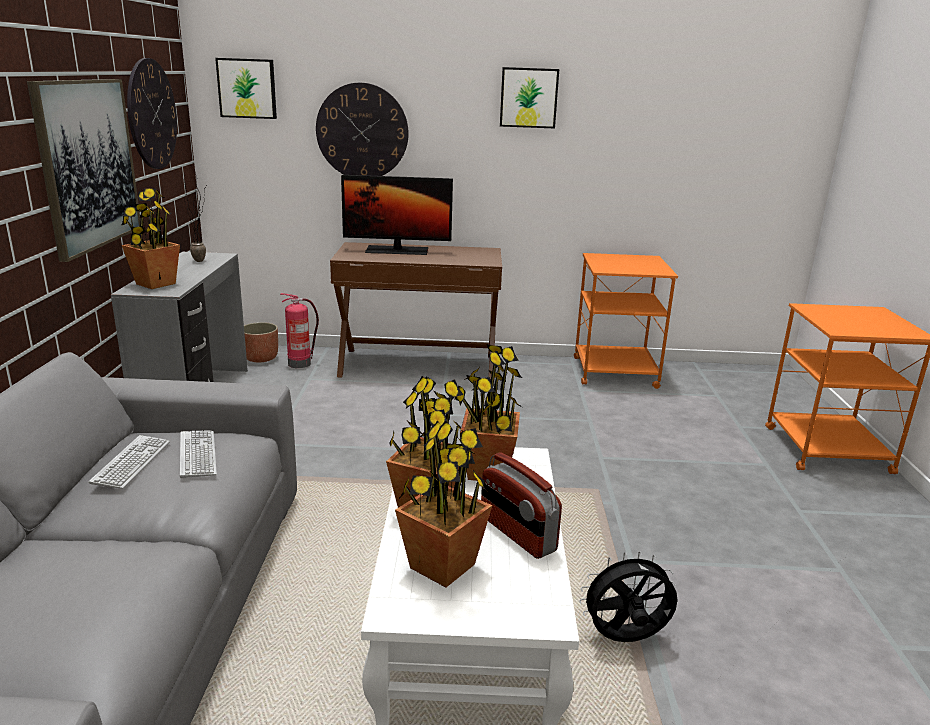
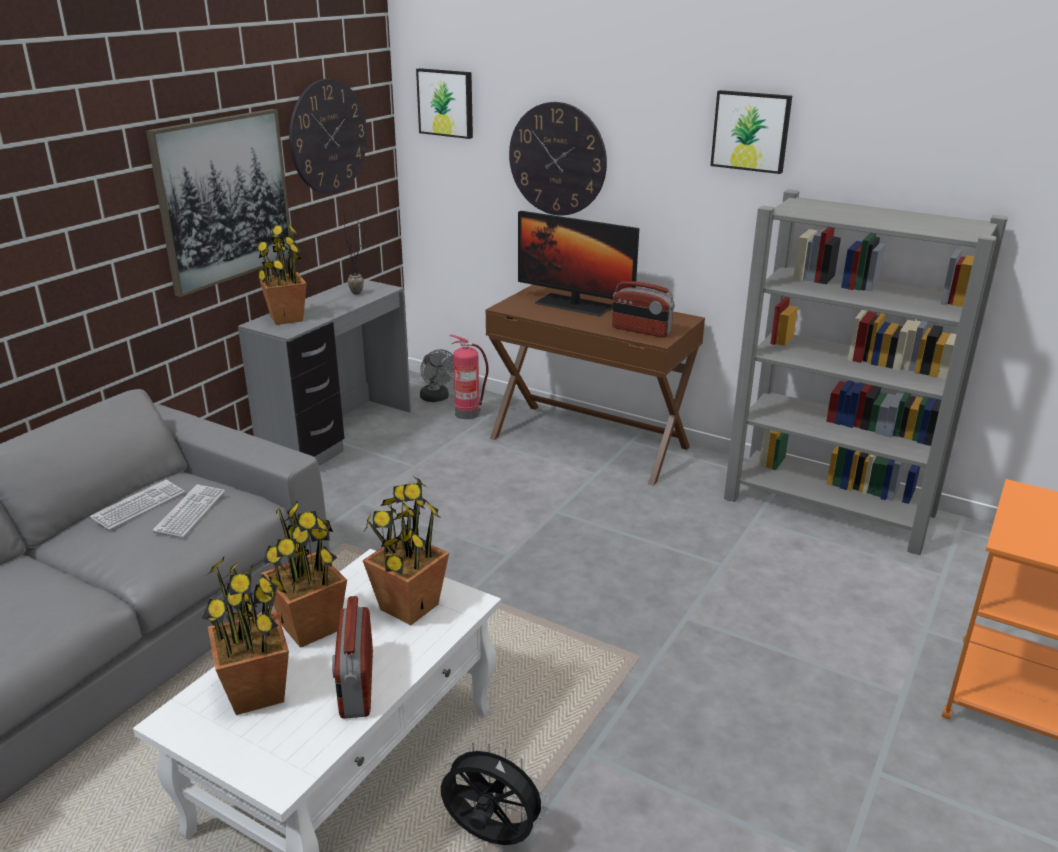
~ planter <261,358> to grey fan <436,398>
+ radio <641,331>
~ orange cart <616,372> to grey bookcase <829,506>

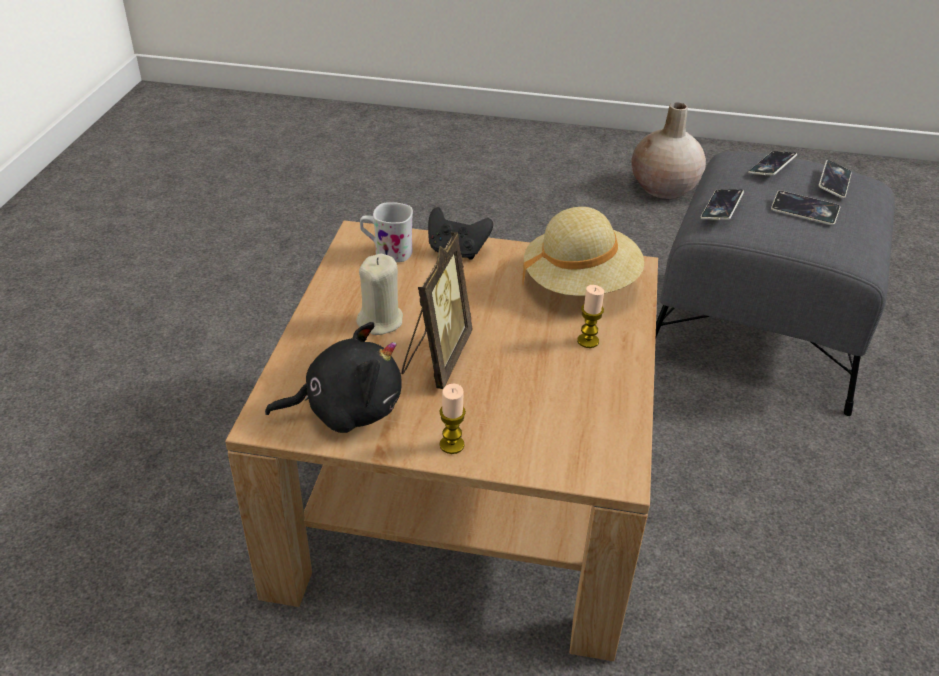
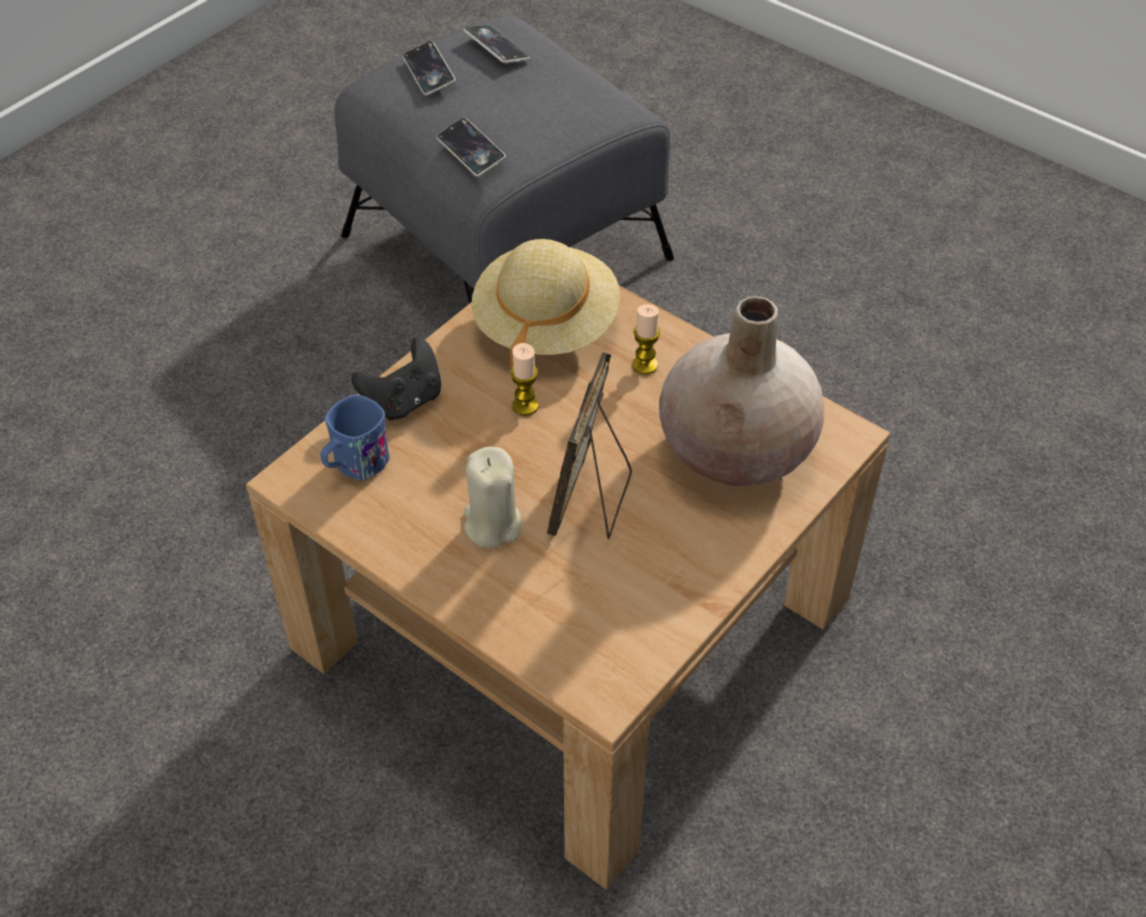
~ white mug <387,251> to blue mug <355,466>
~ candle <452,445> to <525,406>
~ picture frame <435,358> = <592,500> 120 degrees counterclockwise
~ beige vase <663,188> to <737,451>
- black plush toy <346,409>
- phone <804,211>

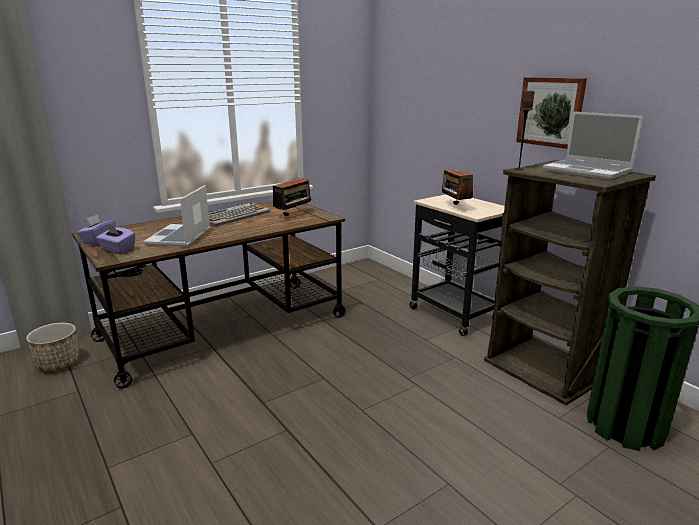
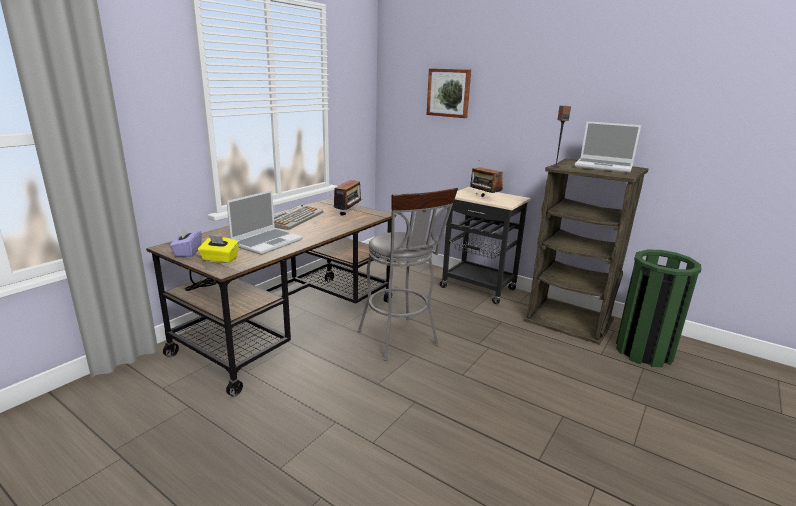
~ purple tissue box <117,250> to yellow tissue box <220,259>
~ laptop <179,237> = <267,242> 135 degrees counterclockwise
+ grey stool <401,341>
~ picture <551,112> to <449,93>
- planter <58,364>

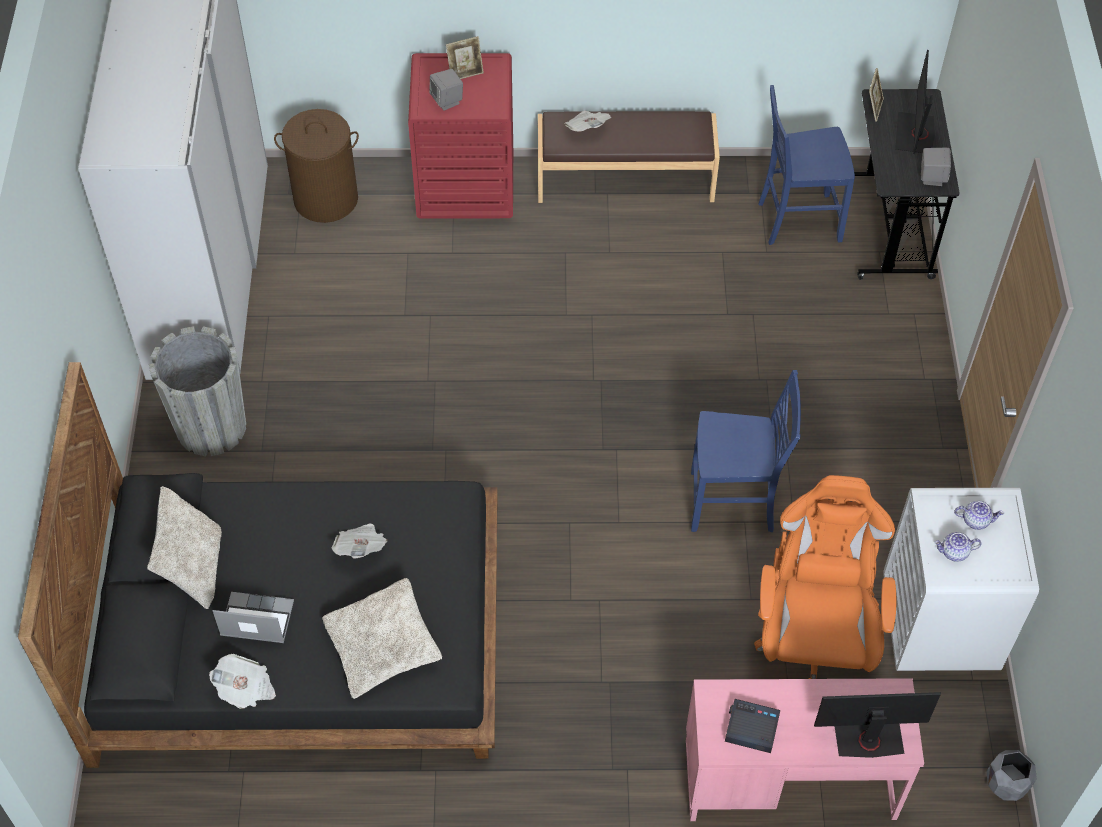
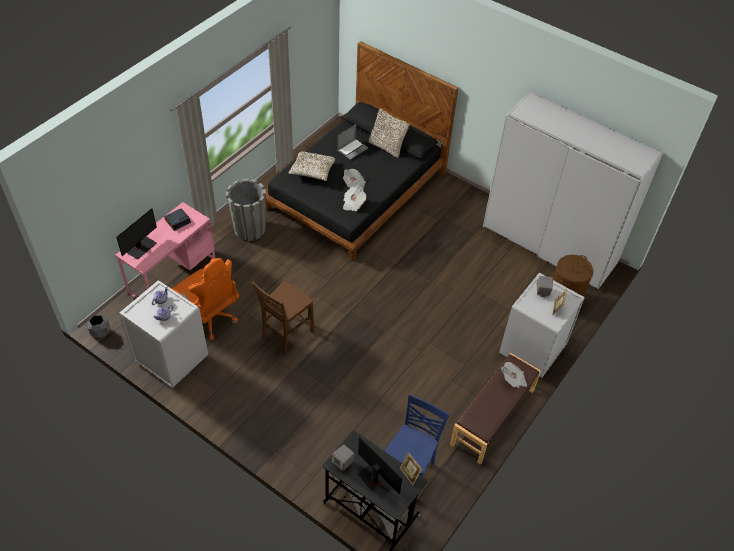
~ grey planter <211,427> to <249,229>
~ blue chair <734,504> to brown chair <286,335>
~ newspaper <246,689> to <353,204>
~ red dresser <467,190> to grey dresser <532,351>

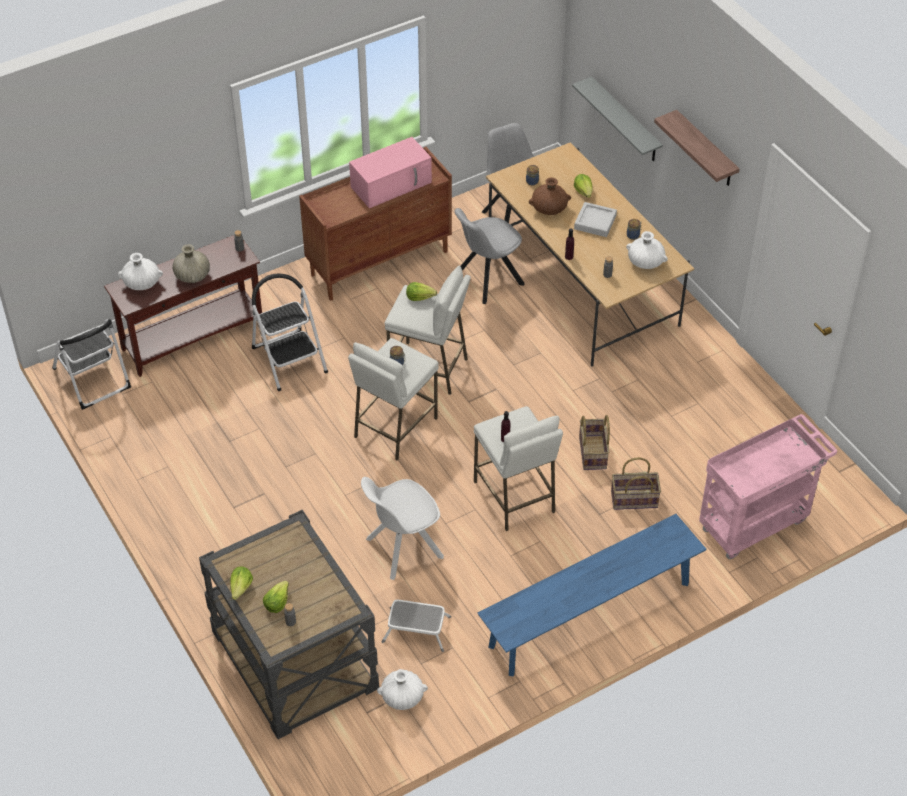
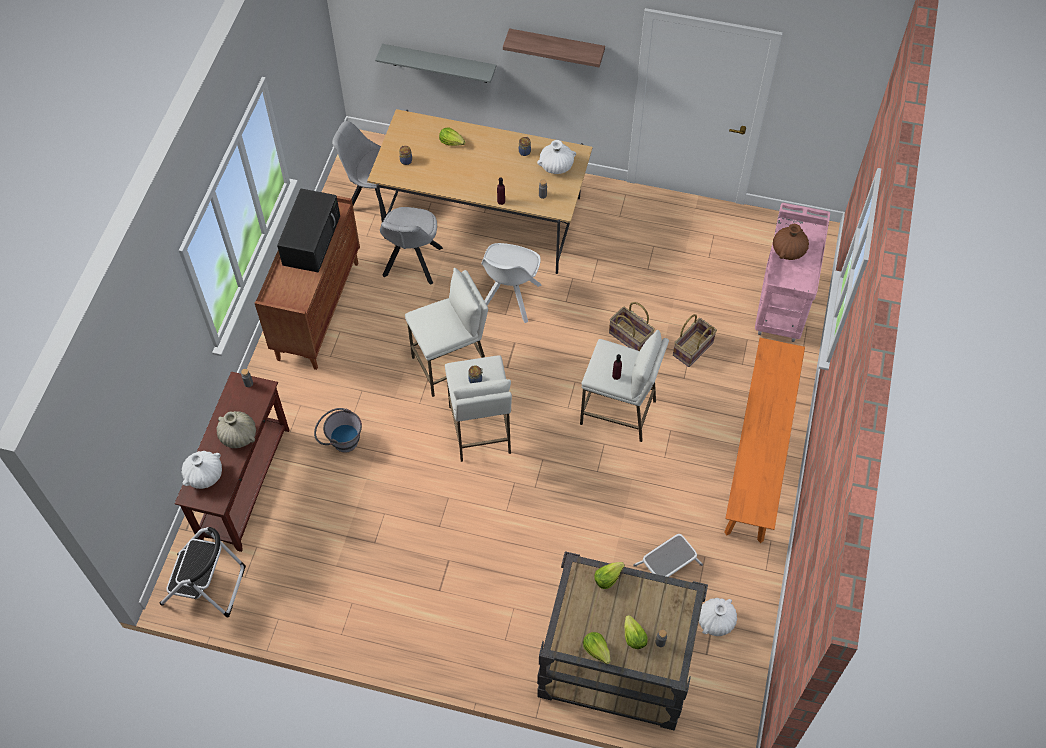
~ pink microwave <392,184> to black microwave <311,239>
~ step ladder <288,358> to grey bucket <340,440>
~ white chair <403,548> to <509,298>
~ lettuce <420,297> to <608,577>
~ blue bench <590,615> to orange bench <758,454>
~ brown vase <549,208> to <788,251>
- grey tray <595,222>

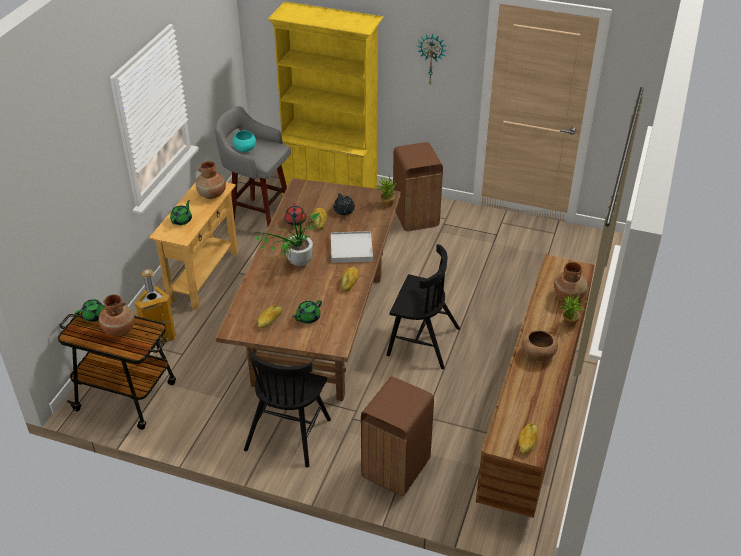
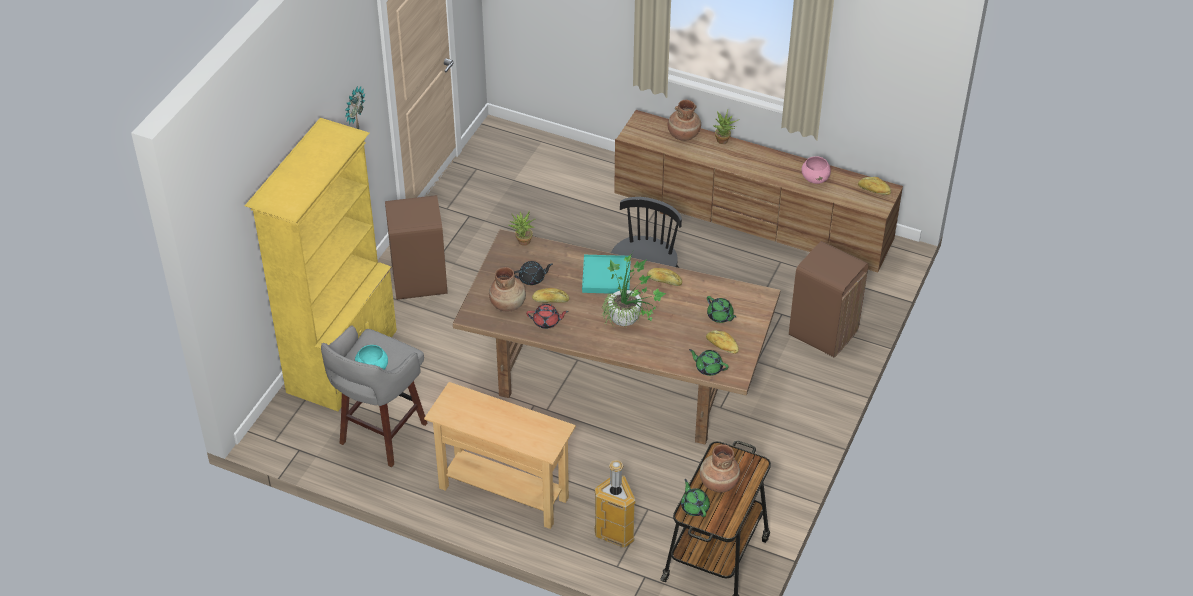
~ brown vase <212,195> to <508,304>
~ white tray <351,249> to turquoise tray <606,276>
~ green teapot <182,220> to <708,368>
+ pink bowl <815,178>
- black chair <289,430>
- brown bowl <538,353>

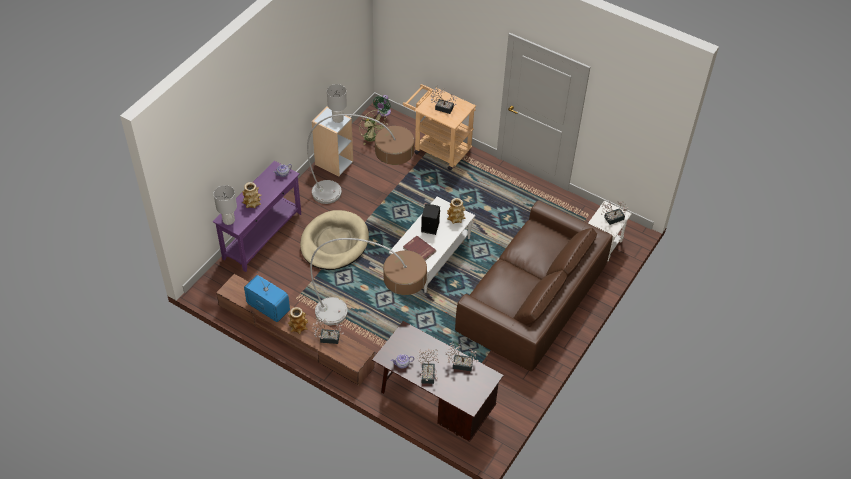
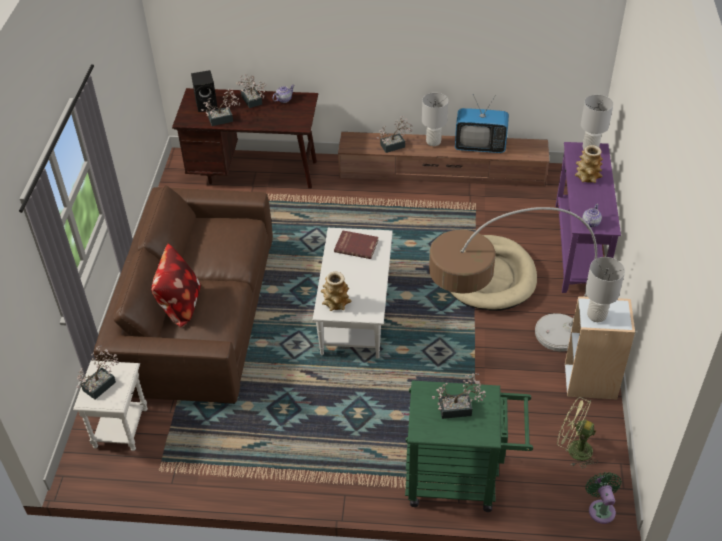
+ pillow <179,305>
~ black speaker <429,227> to <207,104>
~ beige cart <438,149> to green cart <460,480>
~ vase <298,327> to grey table lamp <433,143>
- floor lamp <374,322>

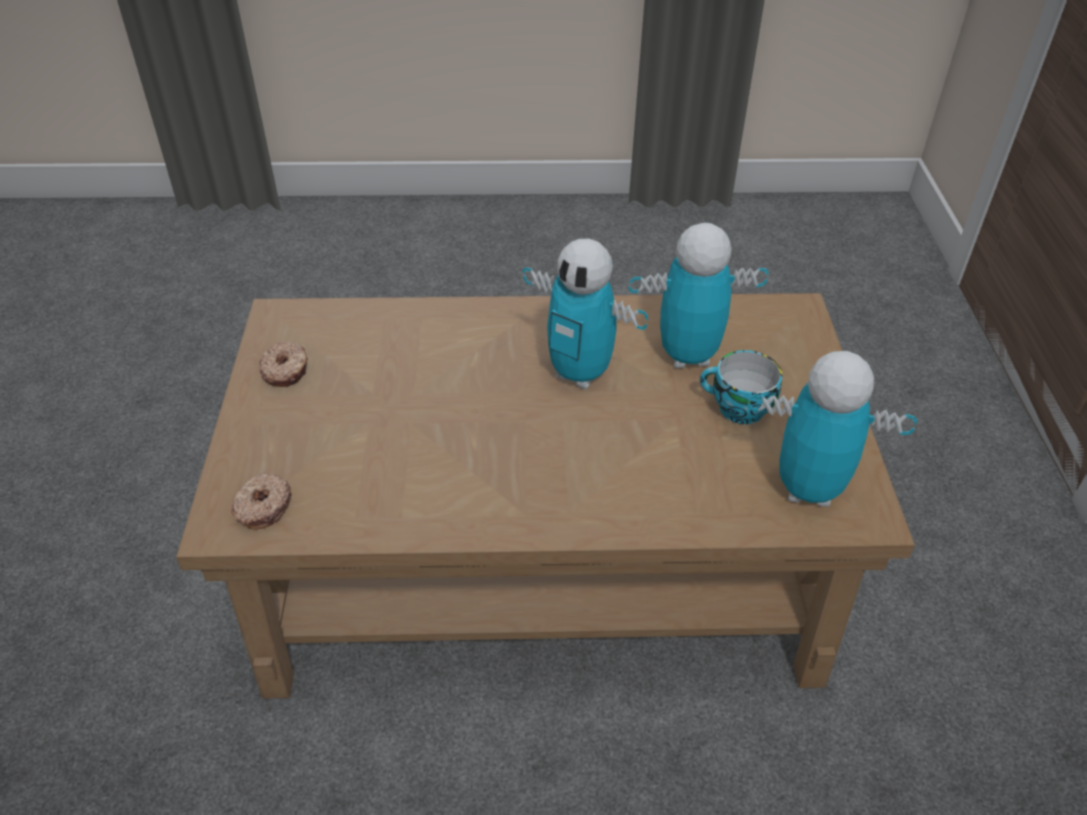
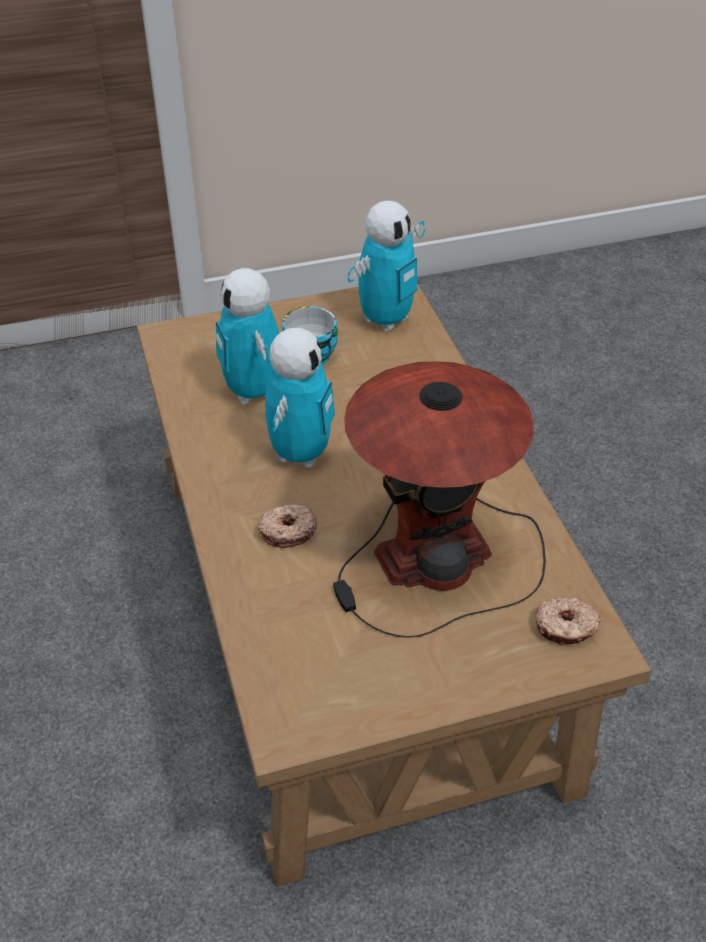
~ donut <286,370> to <287,531>
+ table lamp <437,554>
~ toy robot <808,490> = <385,320> 135 degrees counterclockwise

